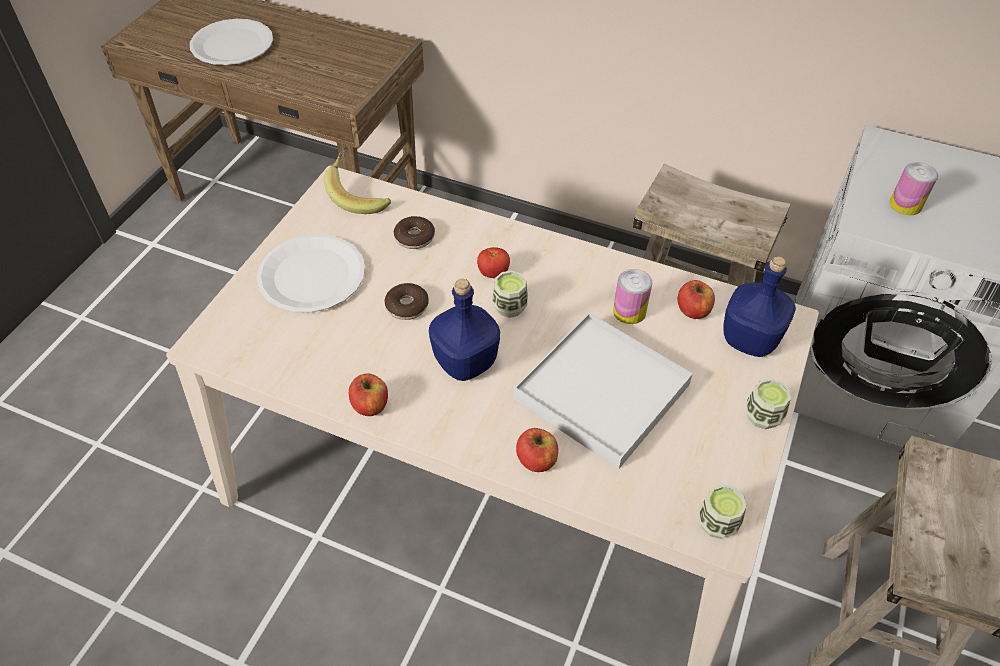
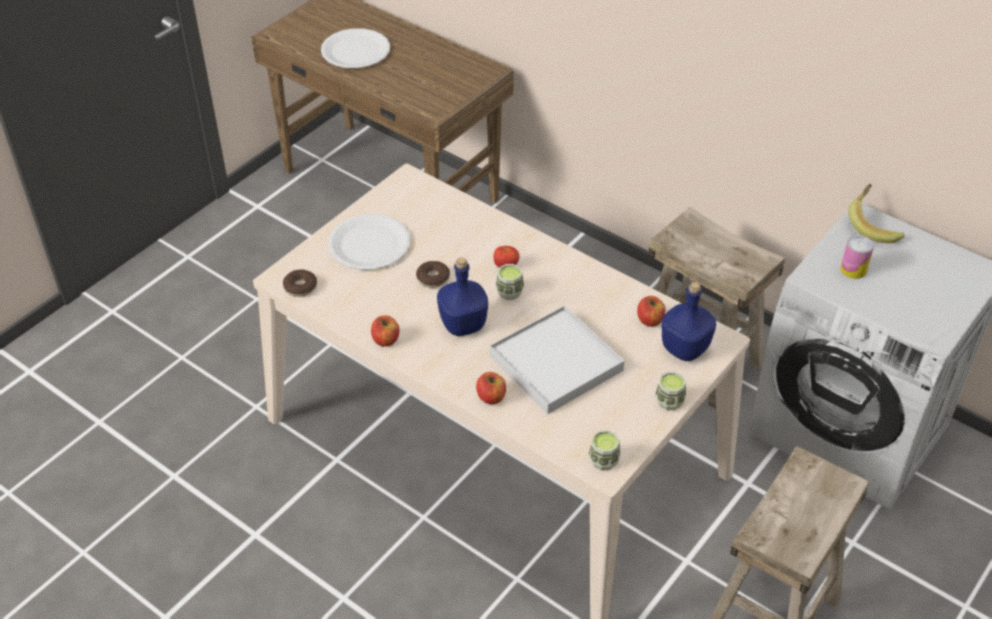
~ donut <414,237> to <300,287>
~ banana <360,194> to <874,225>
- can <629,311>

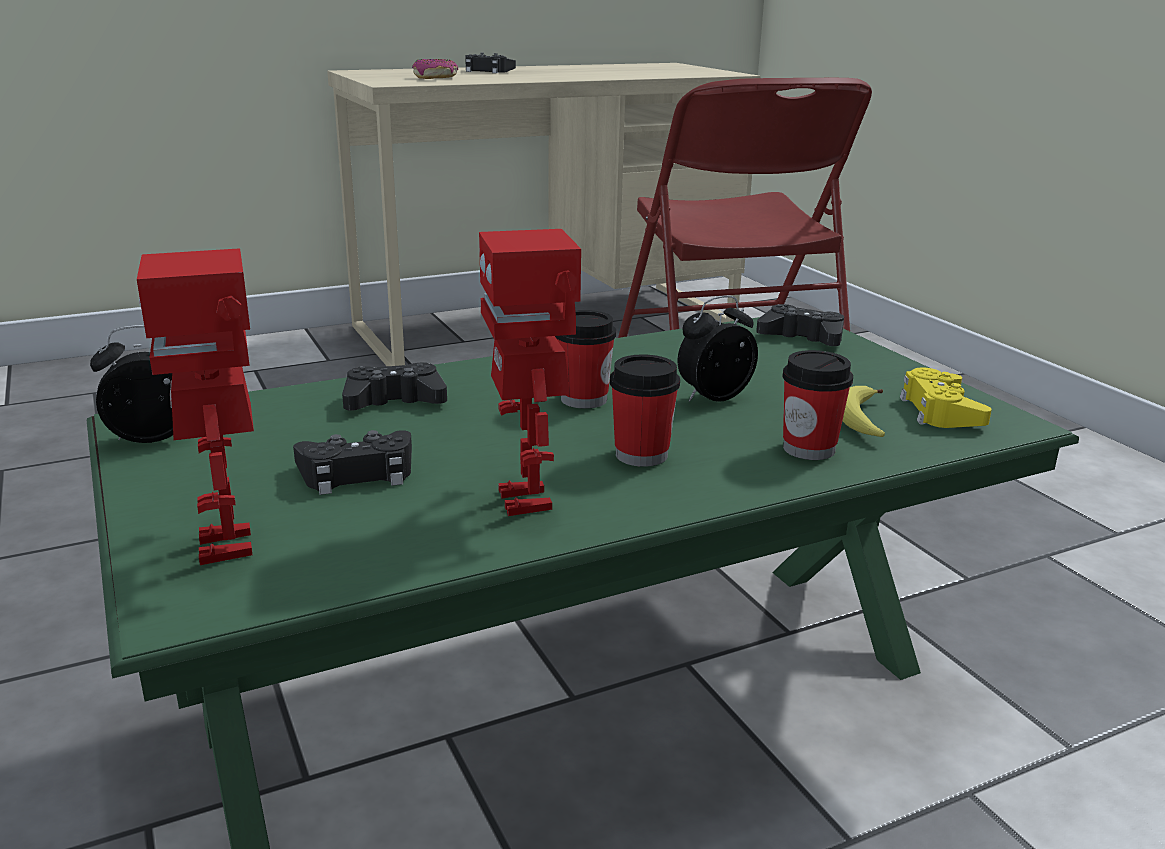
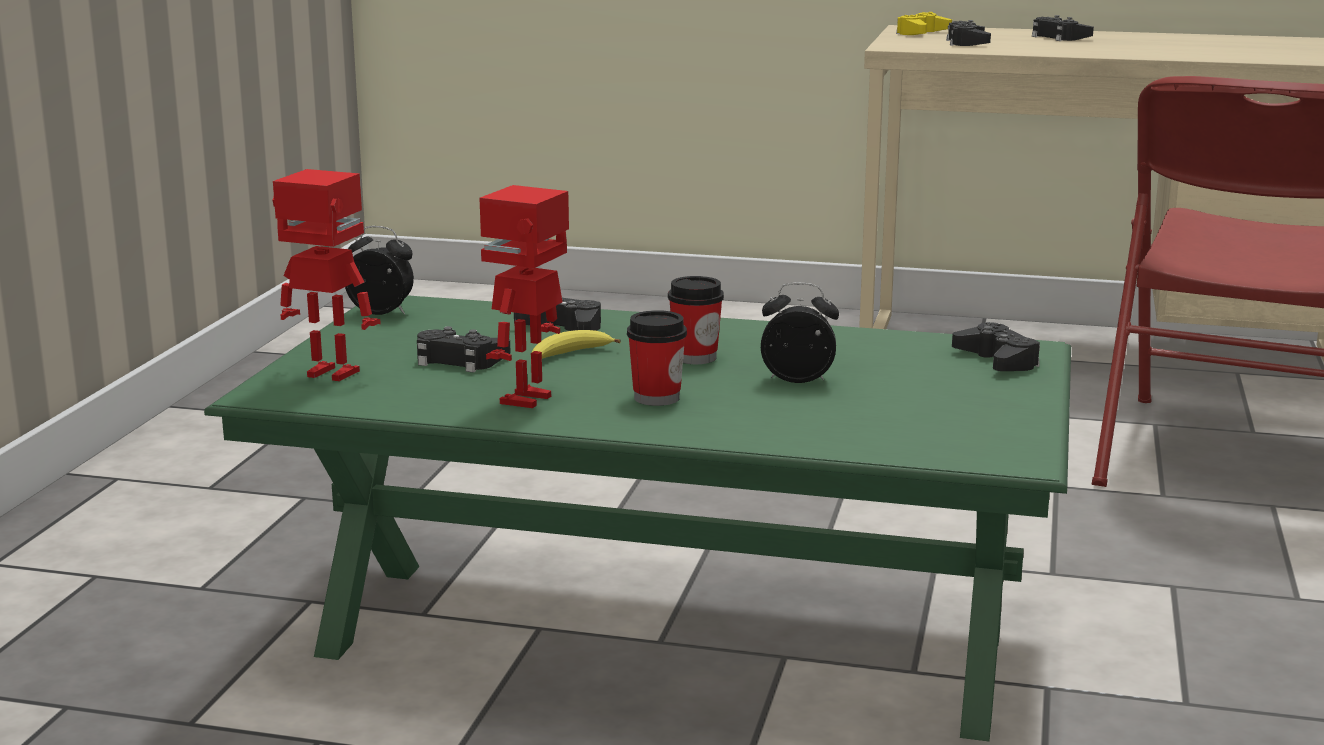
~ toy robot <229,545> = <330,374> 90 degrees clockwise
~ banana <861,420> to <567,356>
~ yellow game controller <940,411> to <922,33>
~ donut <435,77> to black game controller <967,43>
- cup <809,449>

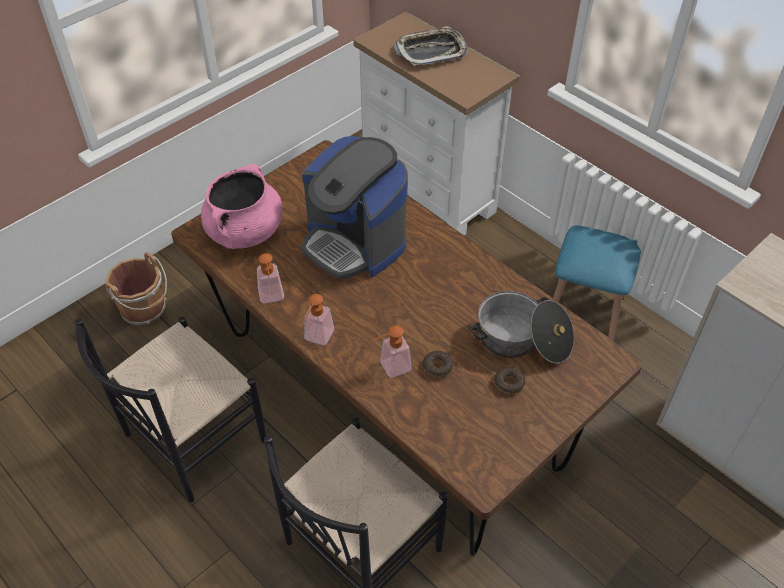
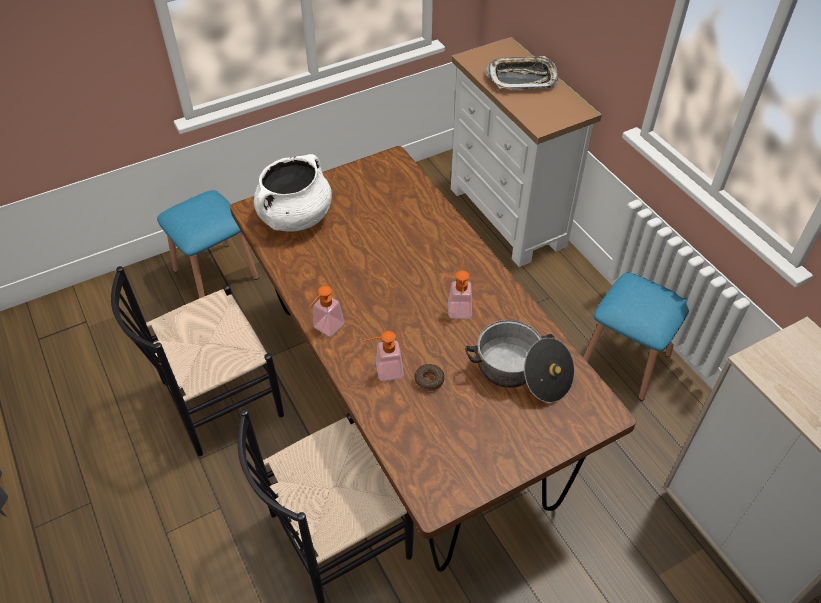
~ brown bucket <145,310> to blue stool <216,274>
~ pink cooking pot <245,232> to white cooking pot <295,217>
~ soap dispenser <272,298> to <460,314>
- coffee machine <354,243>
- donut <509,383>

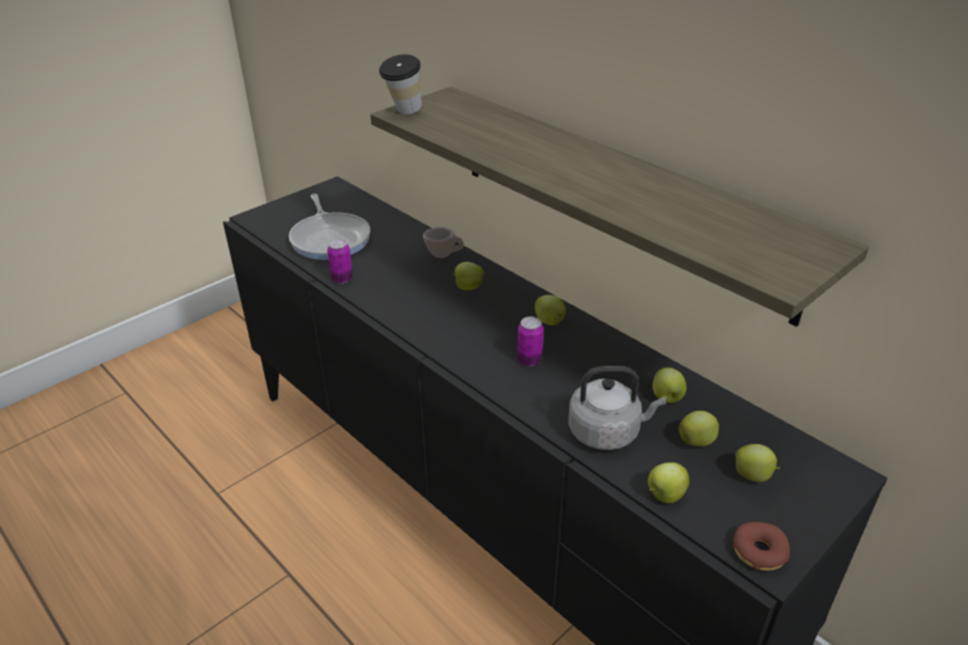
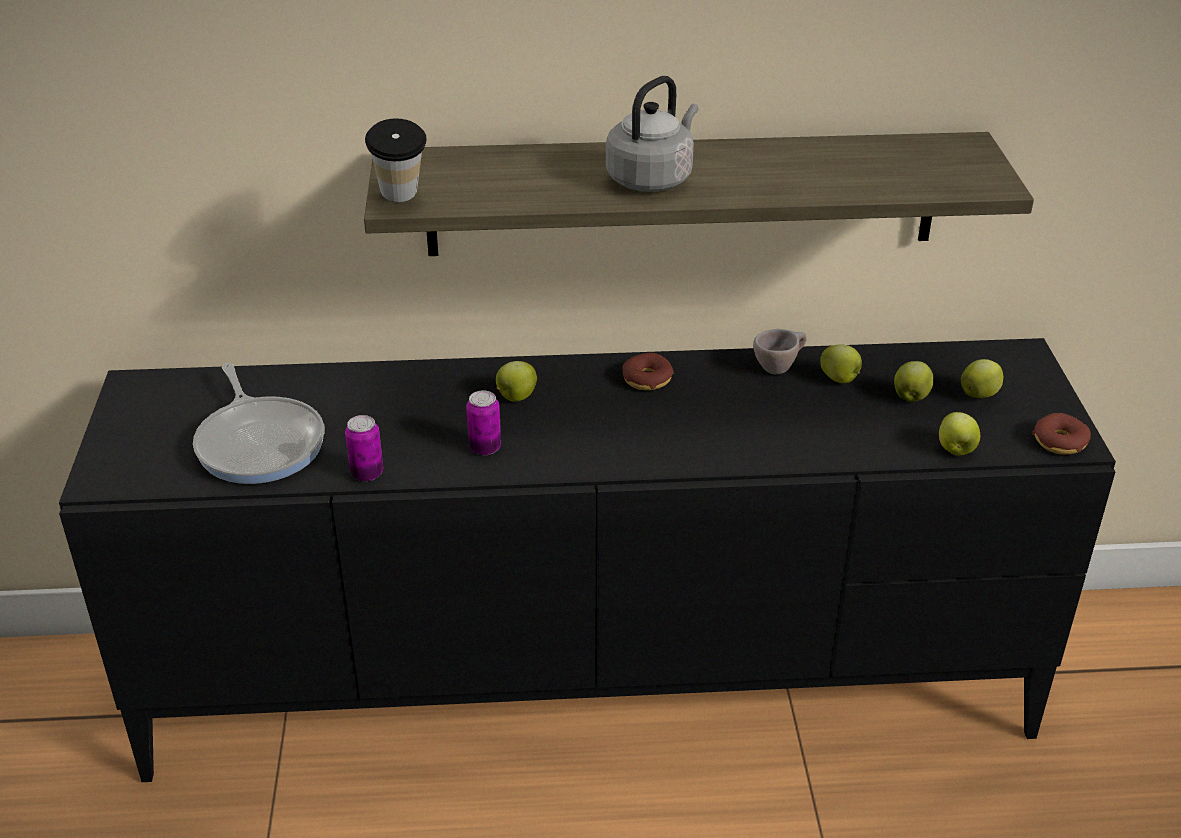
~ frying pan <330,238> = <260,443> 45 degrees clockwise
~ can <529,360> to <485,448>
~ grey kettle <607,432> to <652,178>
~ apple <549,322> to donut <647,379>
~ beige cup <444,255> to <779,367>

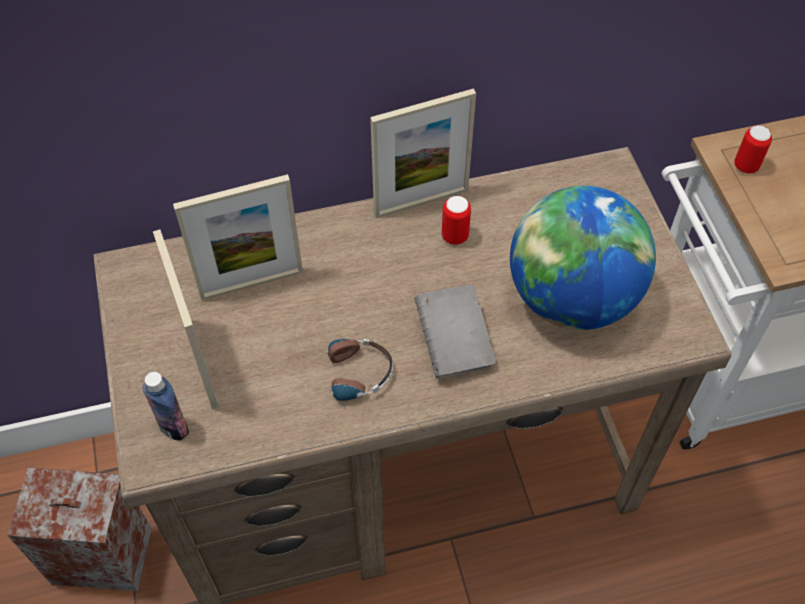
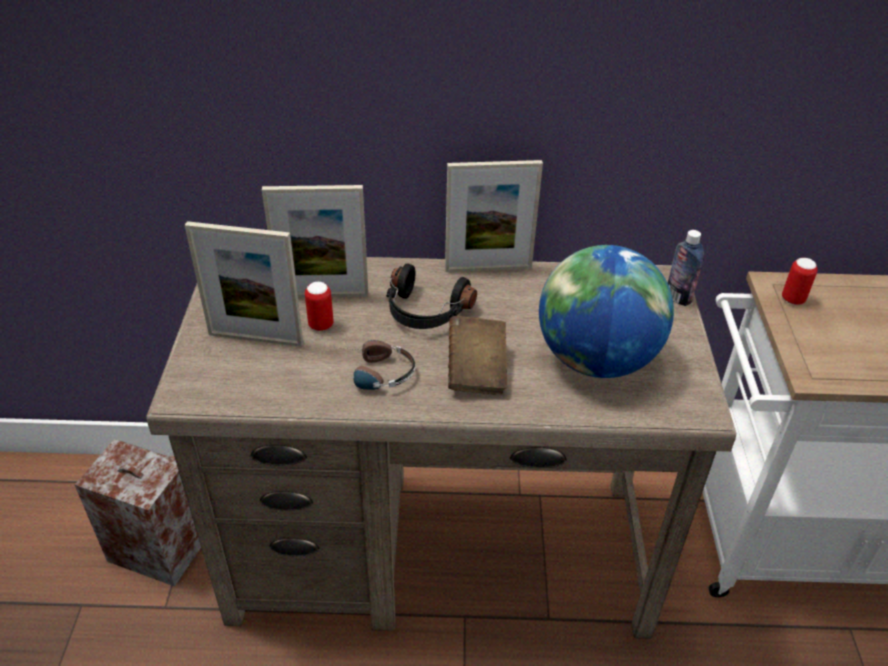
~ picture frame <200,363> = <255,338> 105 degrees clockwise
~ can <455,236> to <321,325>
+ black headphones <425,312>
~ grey book <453,343> to brown book <476,370>
~ bottle <173,426> to <678,297>

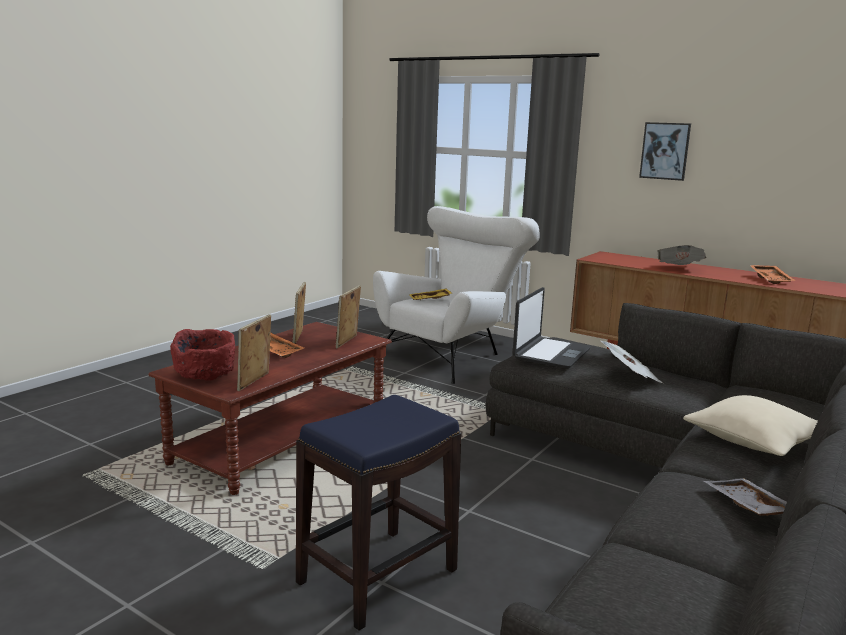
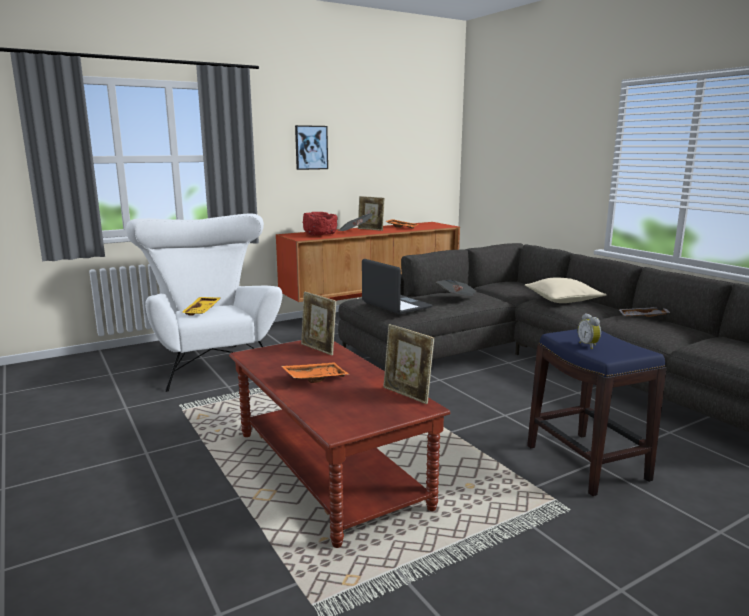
~ red bowl <205,374> to <320,234>
~ picture frame <299,339> to <371,229>
+ alarm clock <589,345>

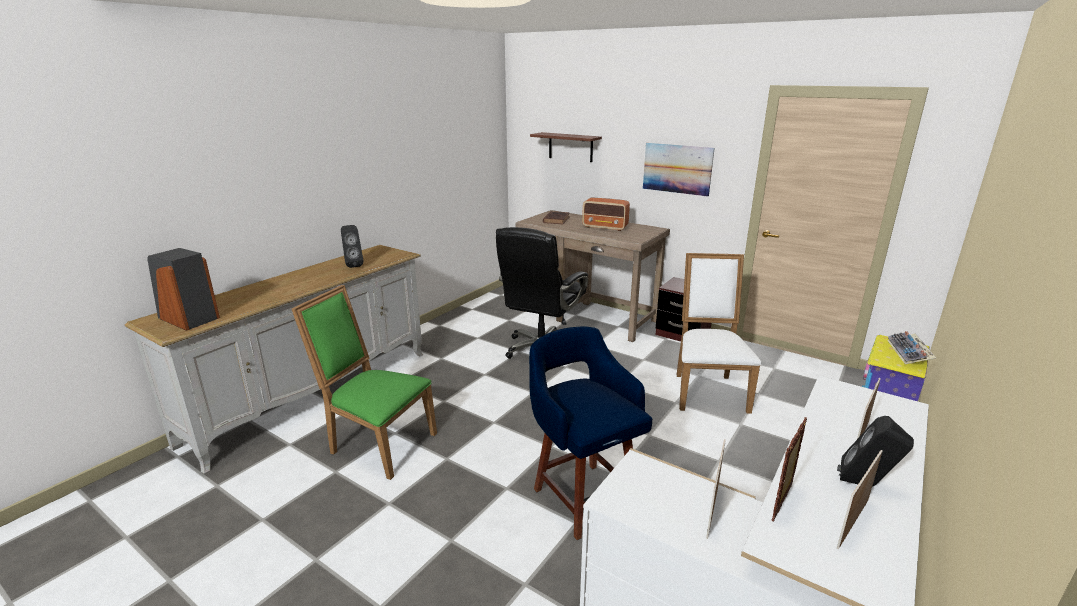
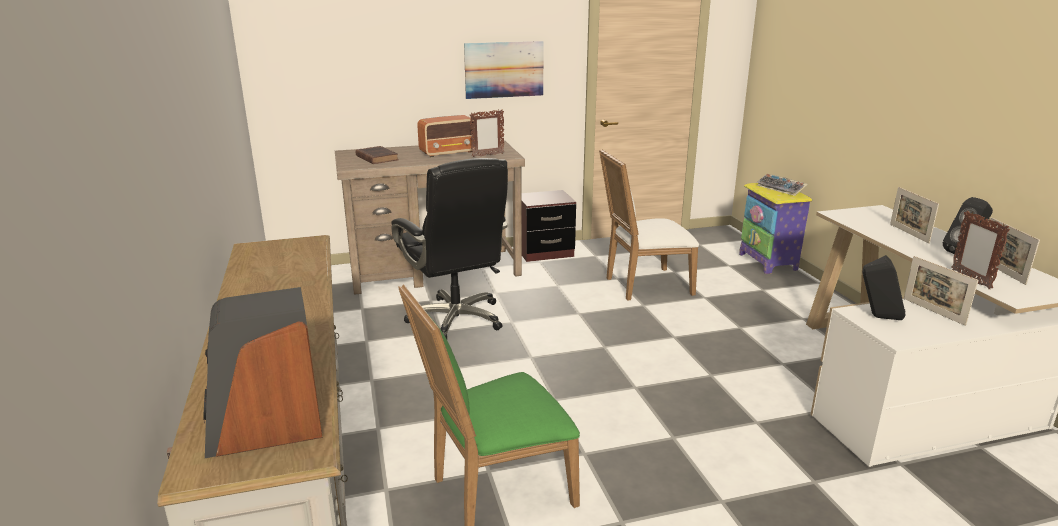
+ picture frame <487,155>
~ white chair <707,390> = <643,285> 60 degrees counterclockwise
~ black speaker <353,265> to <877,317>
- blue stool <583,496>
- shelf <570,147>

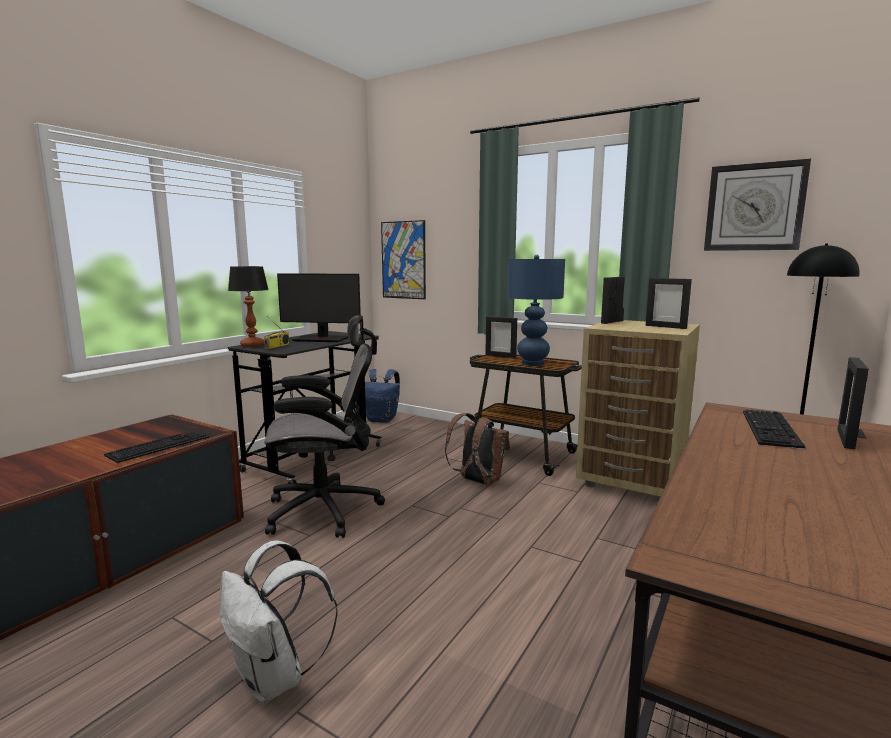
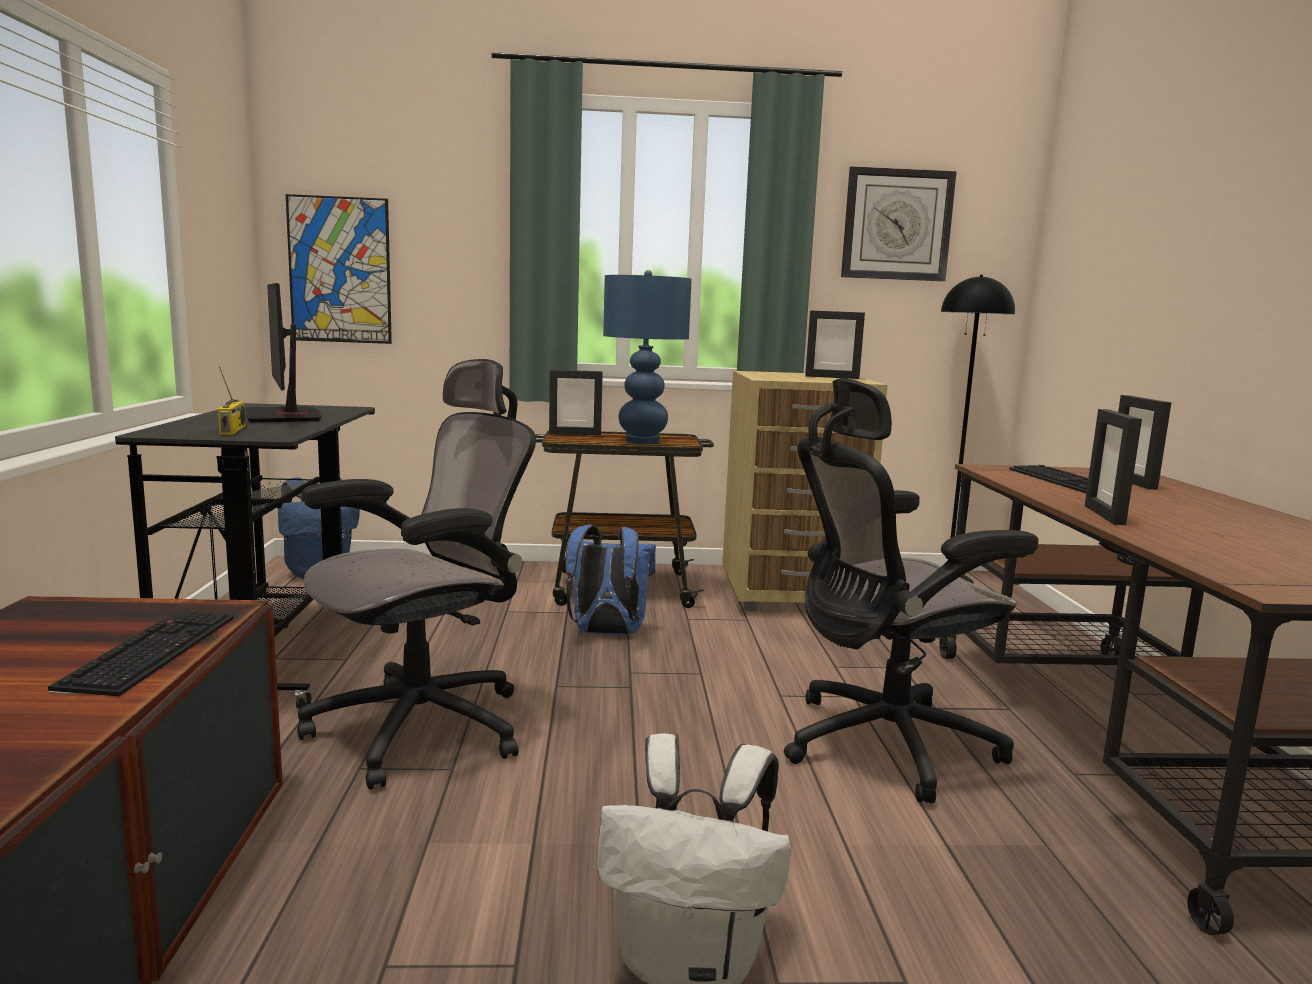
~ monitor <321,339> = <284,416> 90 degrees clockwise
~ brown backpack <477,481> to blue backpack <606,633>
+ office chair <887,746>
~ picture frame <612,322> to <1106,515>
- table lamp <253,345>

